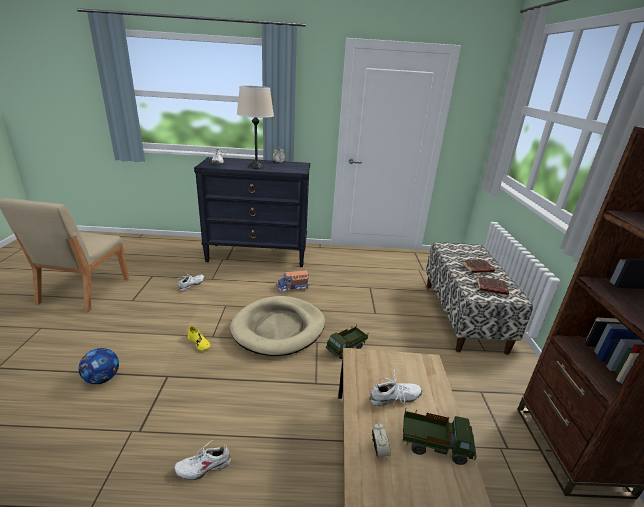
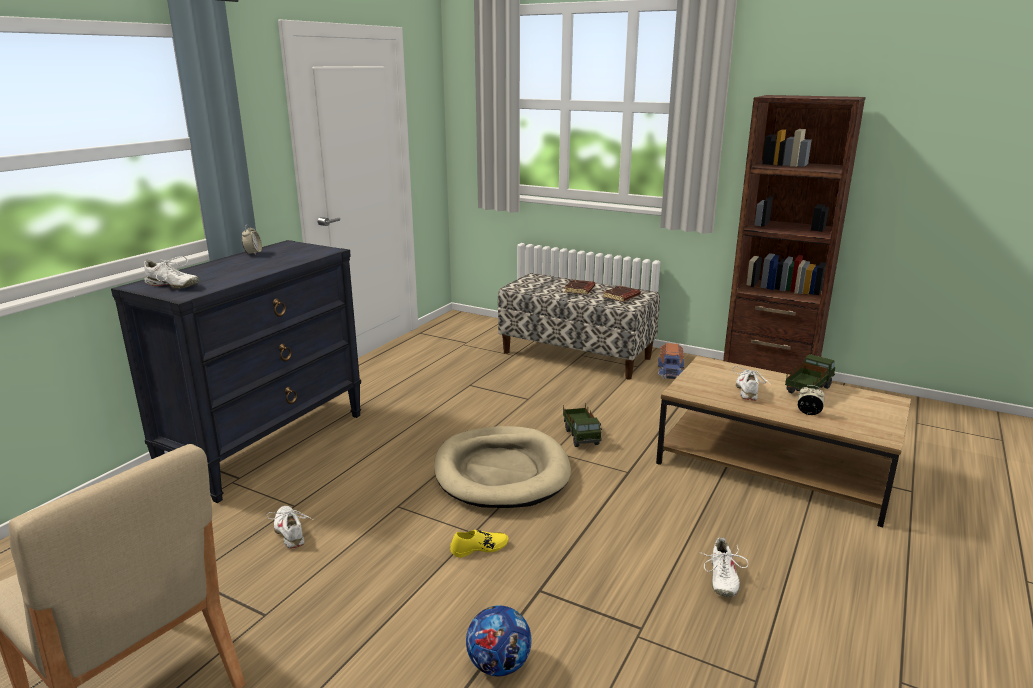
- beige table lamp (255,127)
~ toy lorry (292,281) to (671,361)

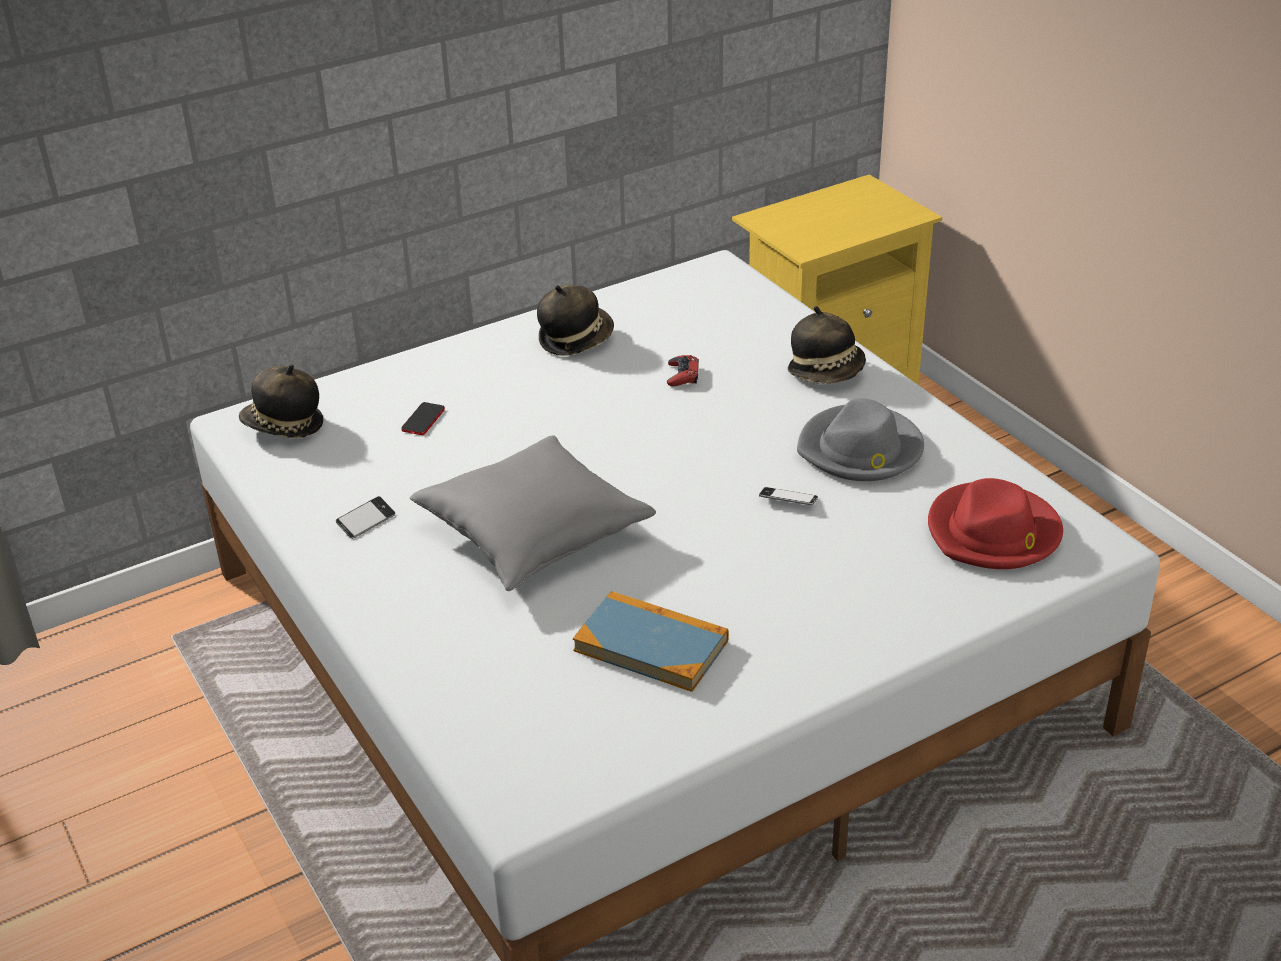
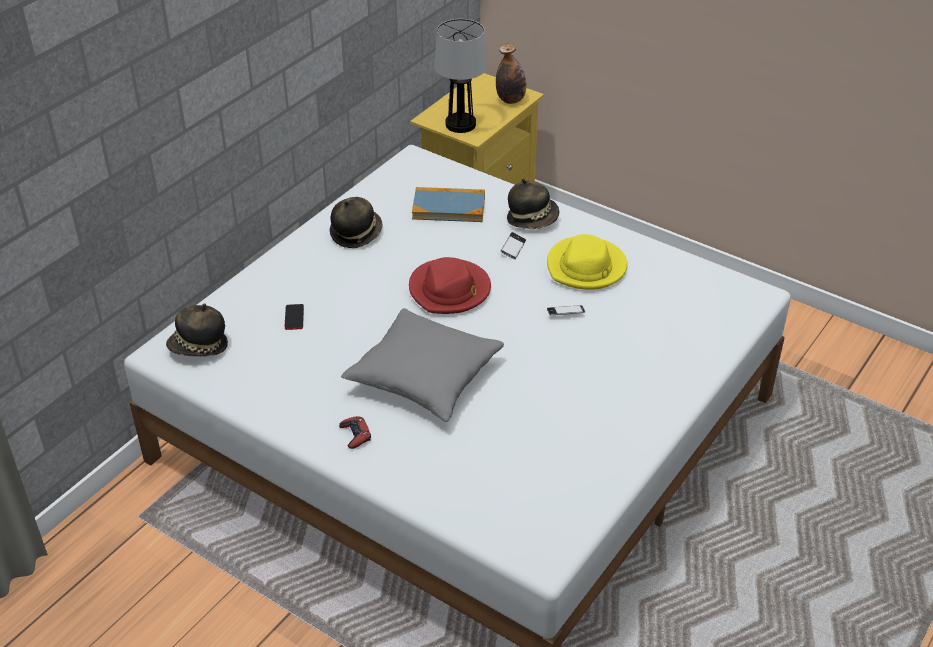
+ table lamp (460,76)
+ bottle (511,73)
~ telephone (365,517) to (513,245)
~ volume (651,641) to (448,204)
~ red game controller (683,370) to (355,432)
~ red clothing hat (995,523) to (450,285)
~ grey clothing hat (860,439) to yellowish clothing hat (587,262)

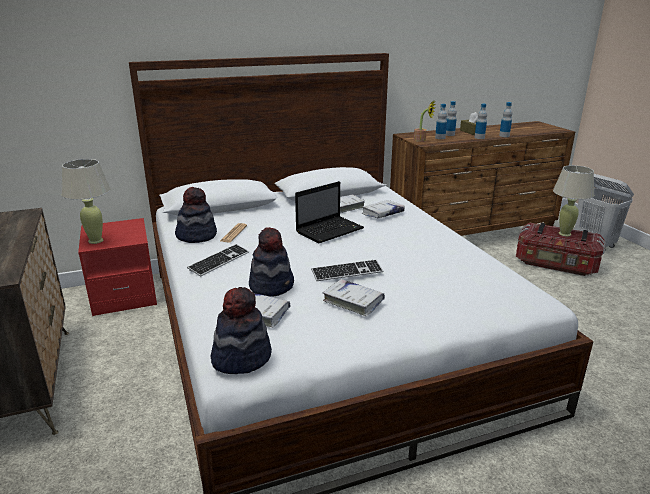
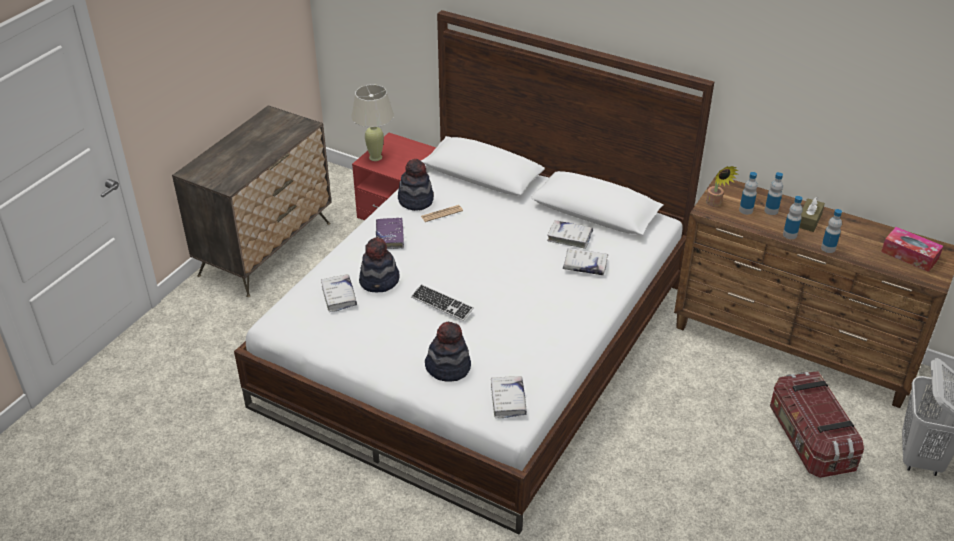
- notebook computer (329,212)
- beige table lamp (573,201)
+ box of tissues (912,249)
~ clothing hat (241,330) to (448,352)
~ whitish volume (353,297) to (509,397)
~ PC keyboard (218,260) to purple volume (390,233)

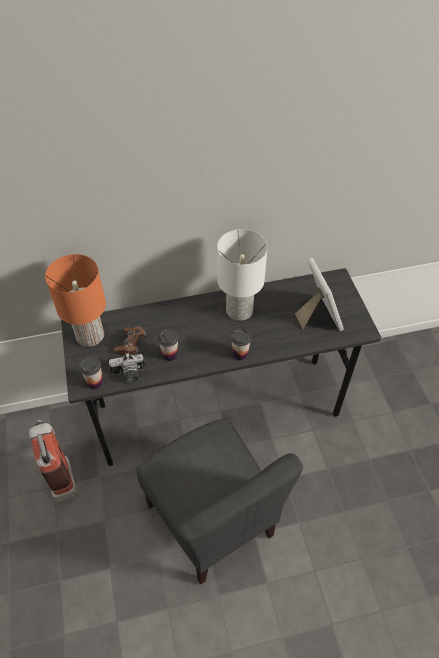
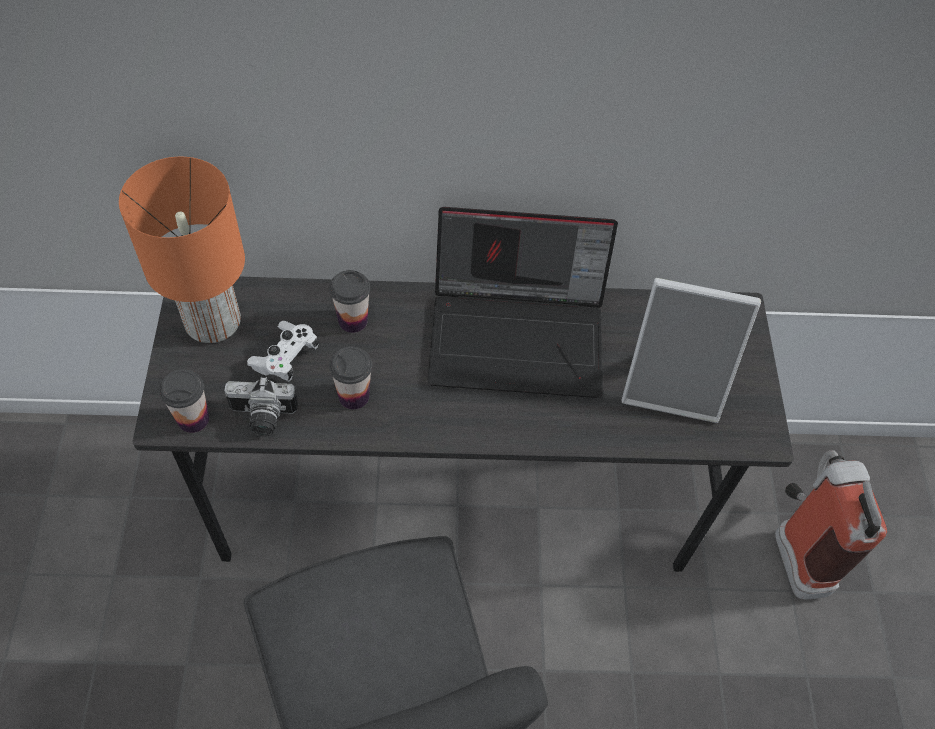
~ extinguisher (53,460) to (831,524)
~ drinking cup (241,344) to (349,301)
~ whitish table lamp (242,275) to notebook computer (523,302)
~ brown game controller (130,340) to whitish game controller (283,351)
~ photo frame (319,294) = (691,350) 105 degrees clockwise

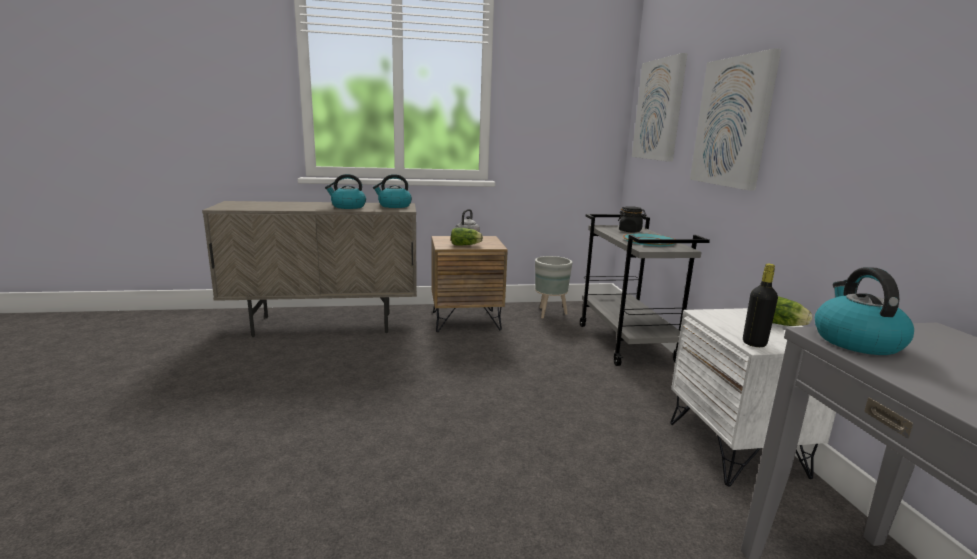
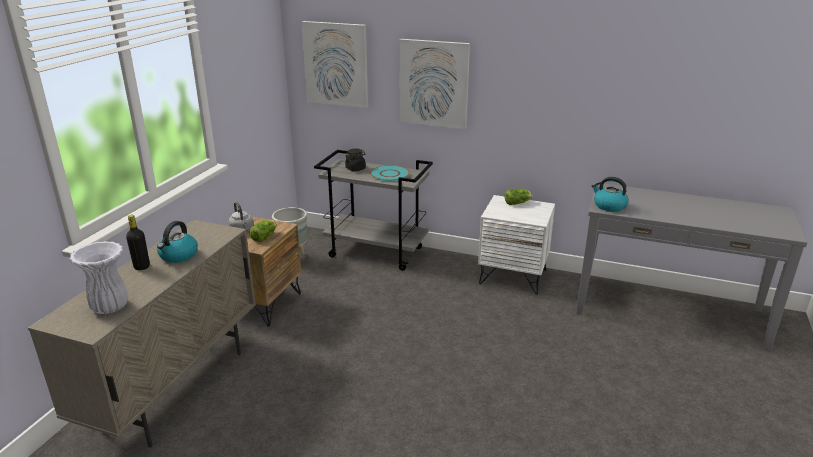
- tea kettle (392,191)
+ whitish flower vase (98,277)
~ black bottle (760,305) to (138,242)

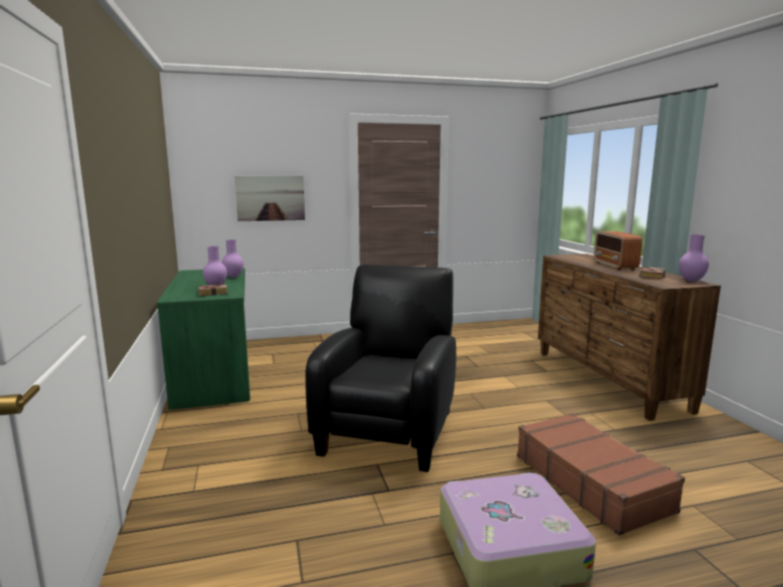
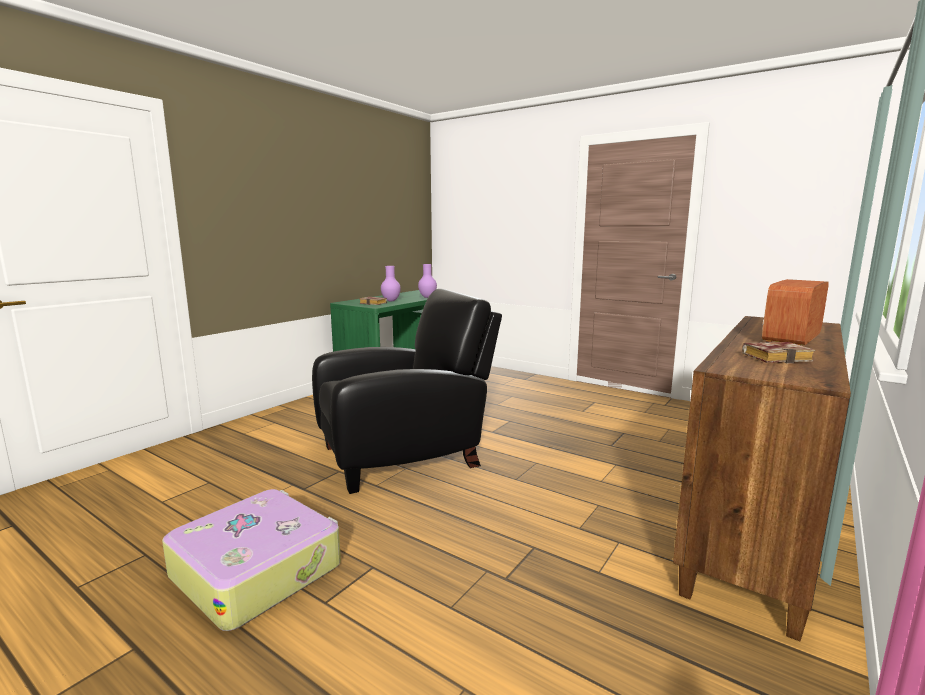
- wall picture (270,198)
- brown travel case (601,474)
- purple flower vase (694,258)

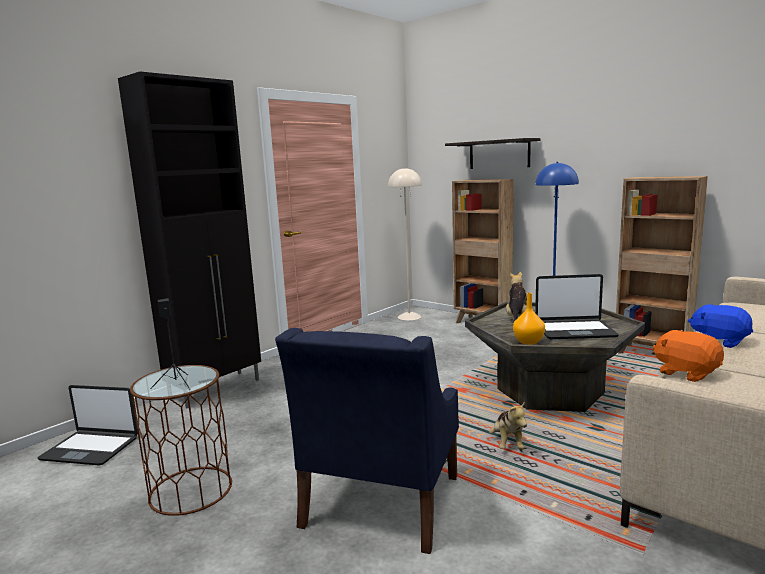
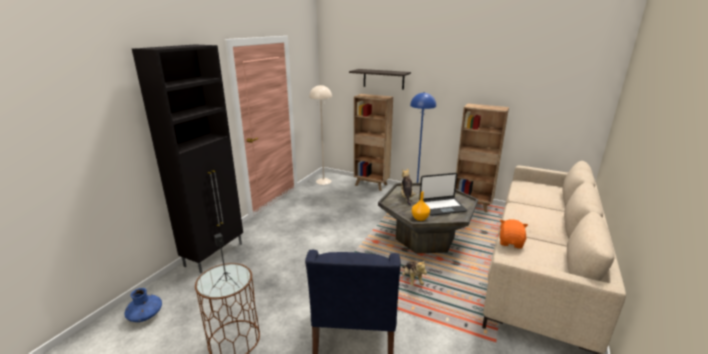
- blue soft toy (720,326)
~ notebook computer (88,425) to blue flower vase (143,305)
~ orange-coloured soft toy (688,356) = (514,234) 75 degrees clockwise

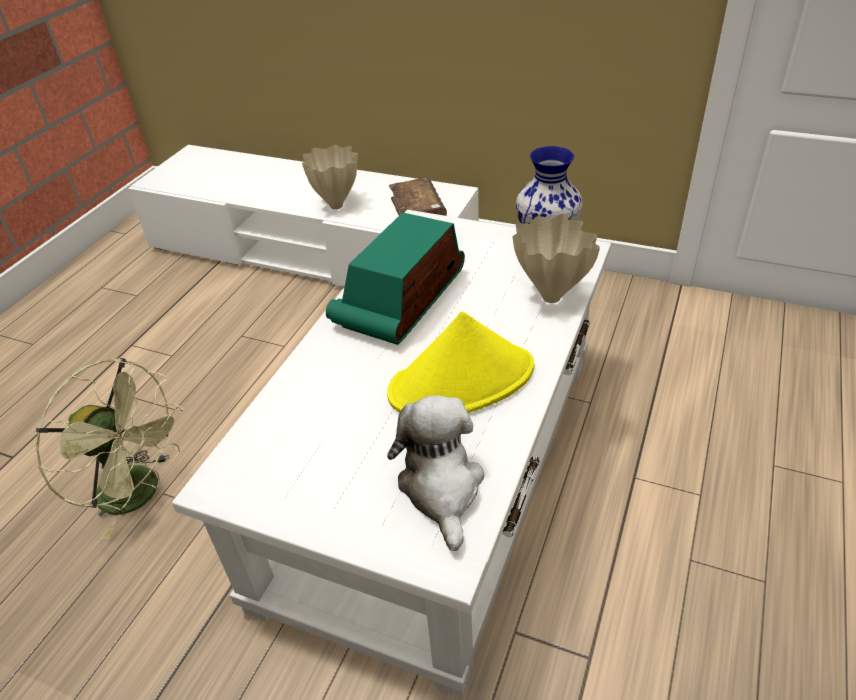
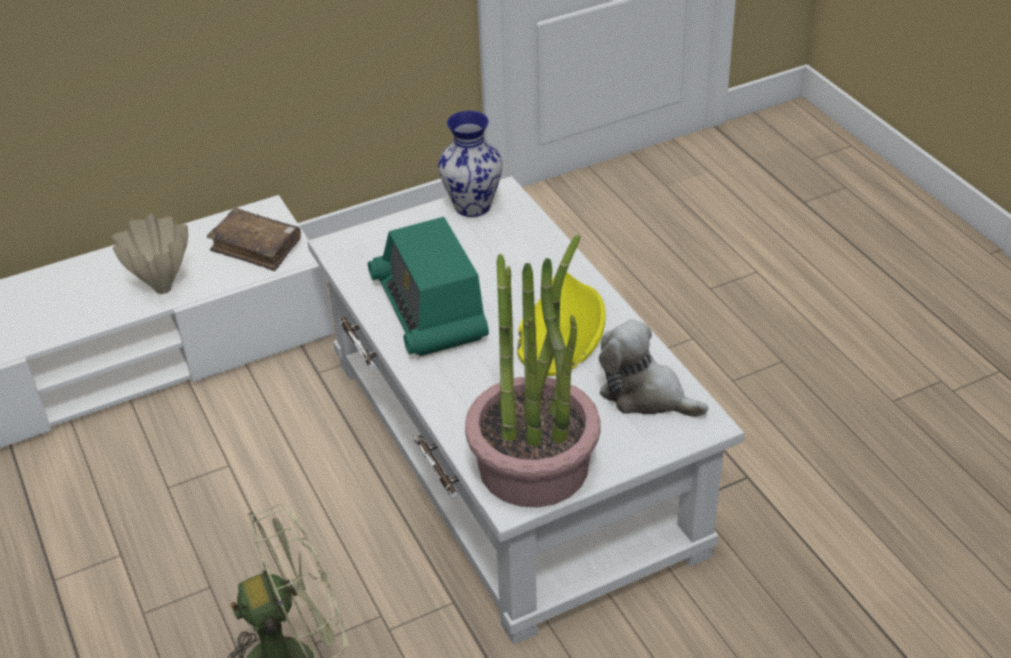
- beige flower vase (556,258)
+ houseplant (533,371)

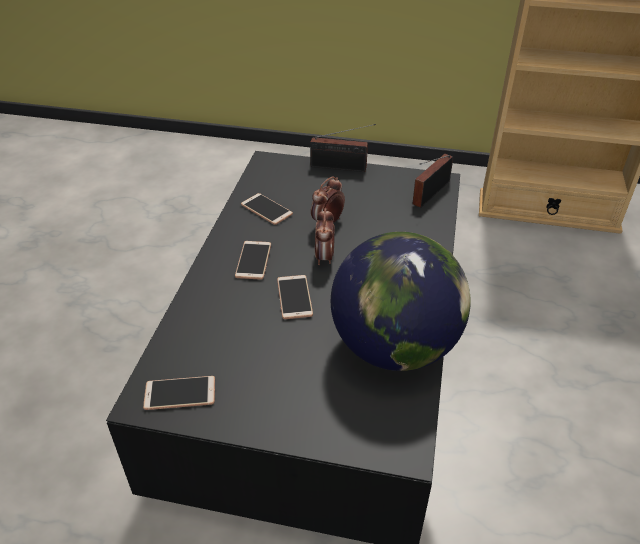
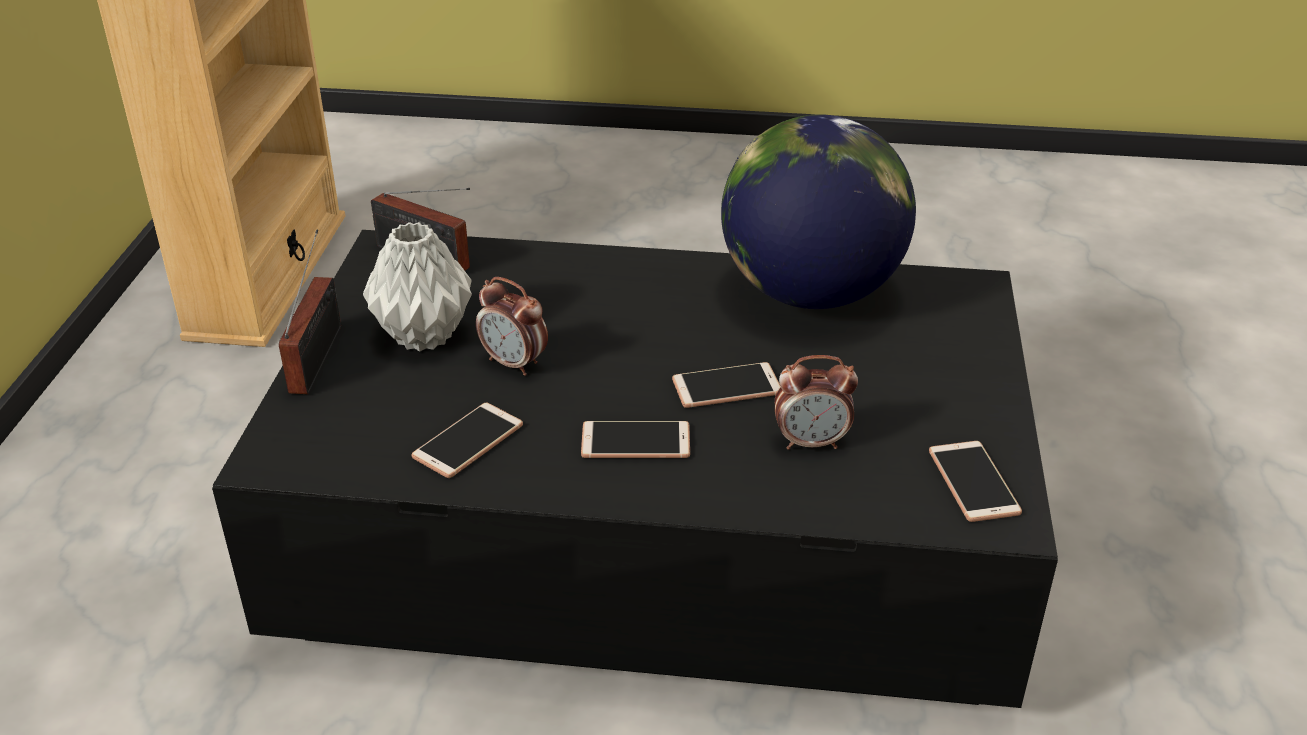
+ grey flower vase (417,286)
~ bedside clock (325,236) to (816,402)

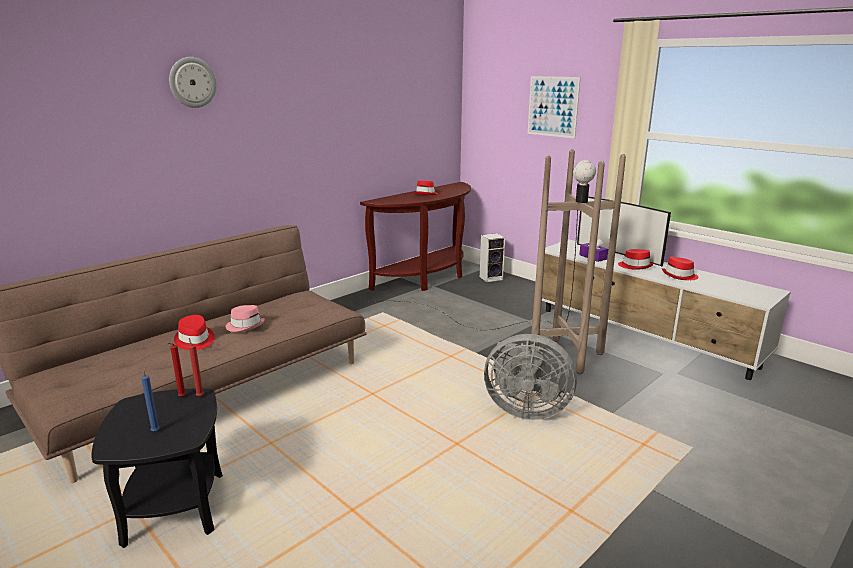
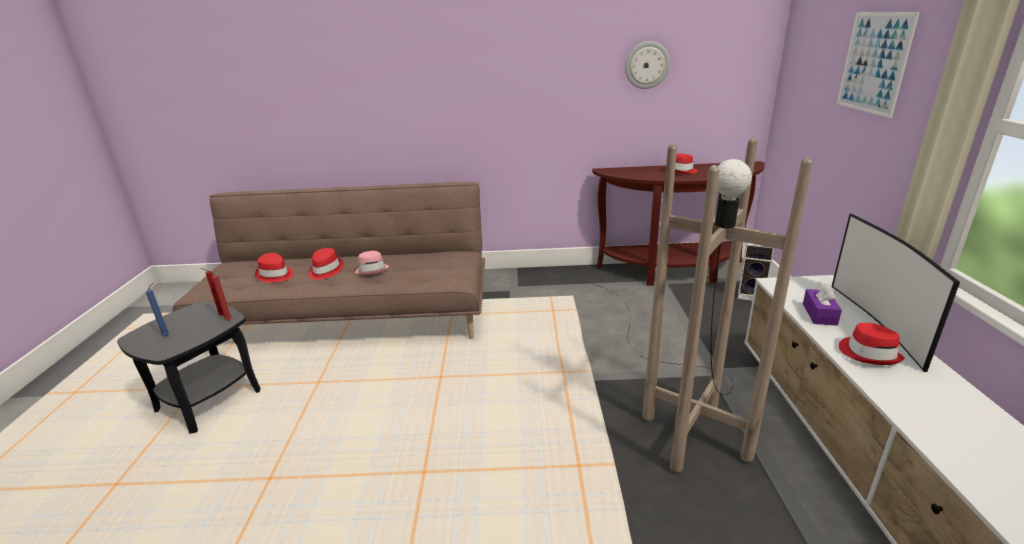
- grey fan (530,377)
~ hanging clock (193,82) to (647,65)
~ red clothing hat (680,268) to (274,268)

